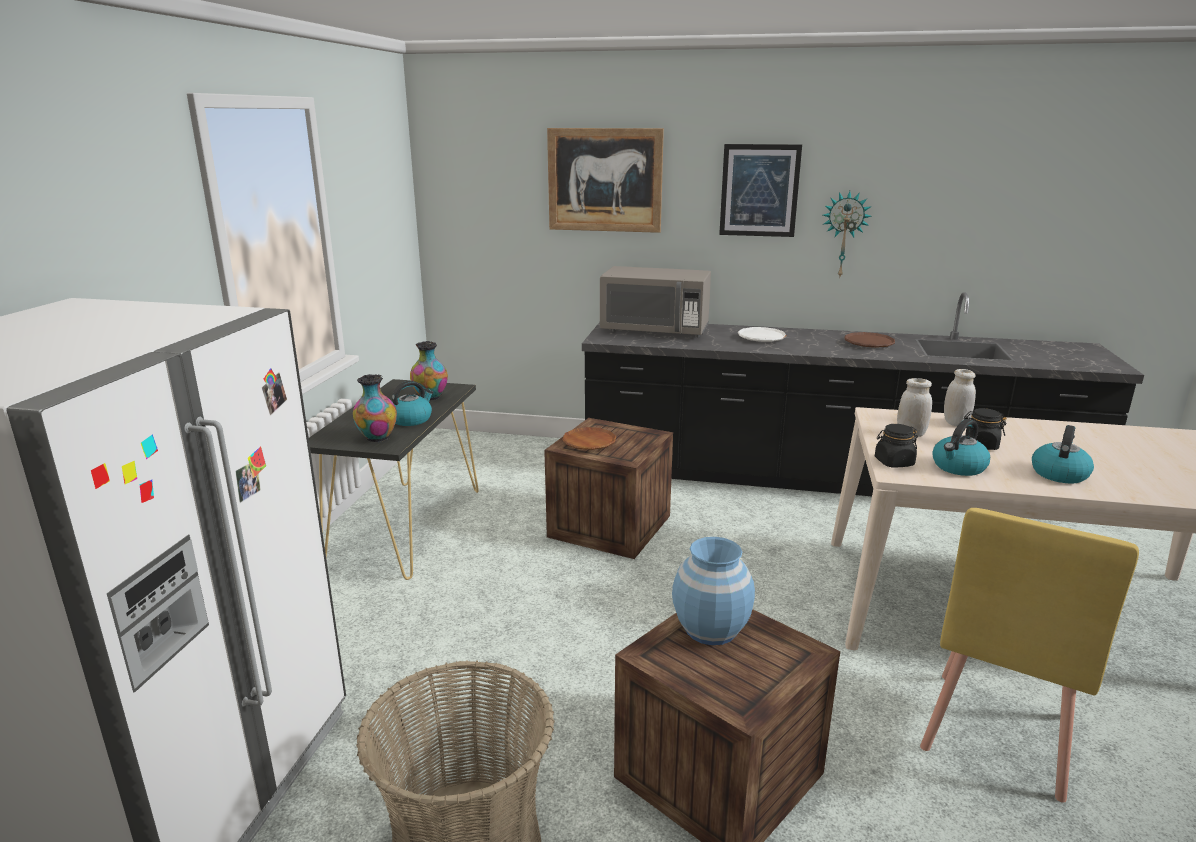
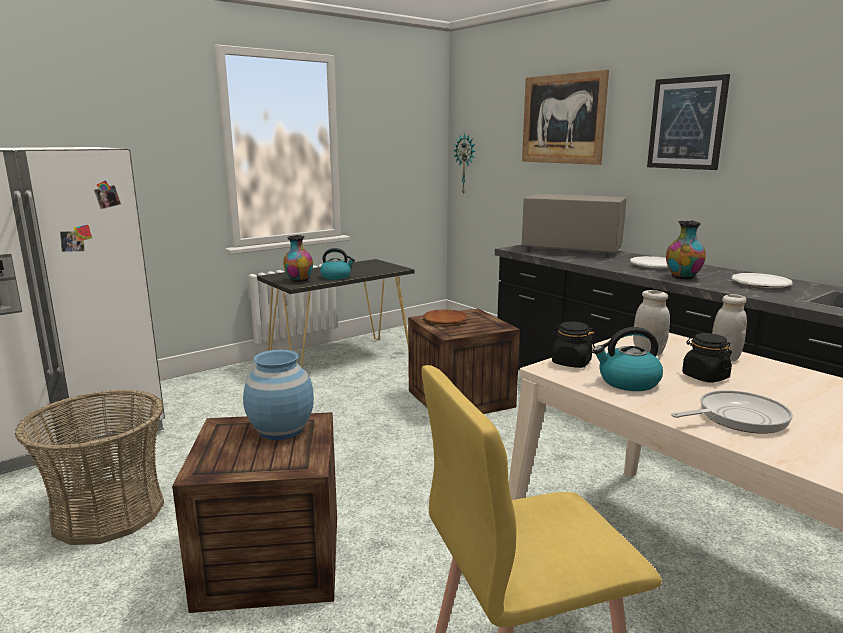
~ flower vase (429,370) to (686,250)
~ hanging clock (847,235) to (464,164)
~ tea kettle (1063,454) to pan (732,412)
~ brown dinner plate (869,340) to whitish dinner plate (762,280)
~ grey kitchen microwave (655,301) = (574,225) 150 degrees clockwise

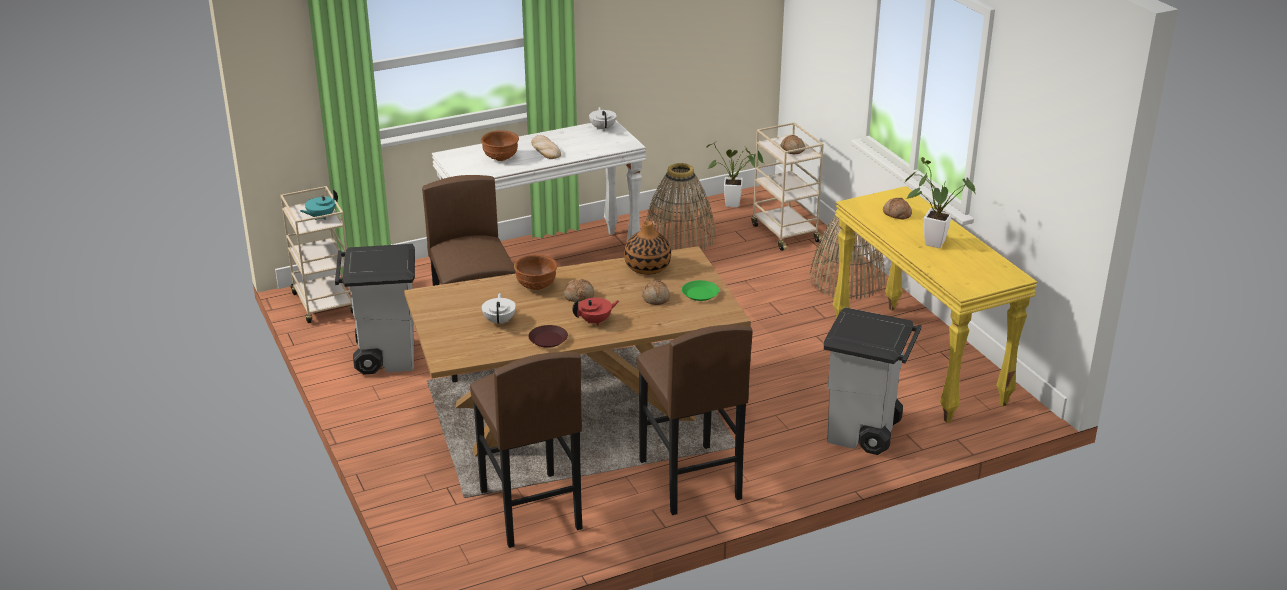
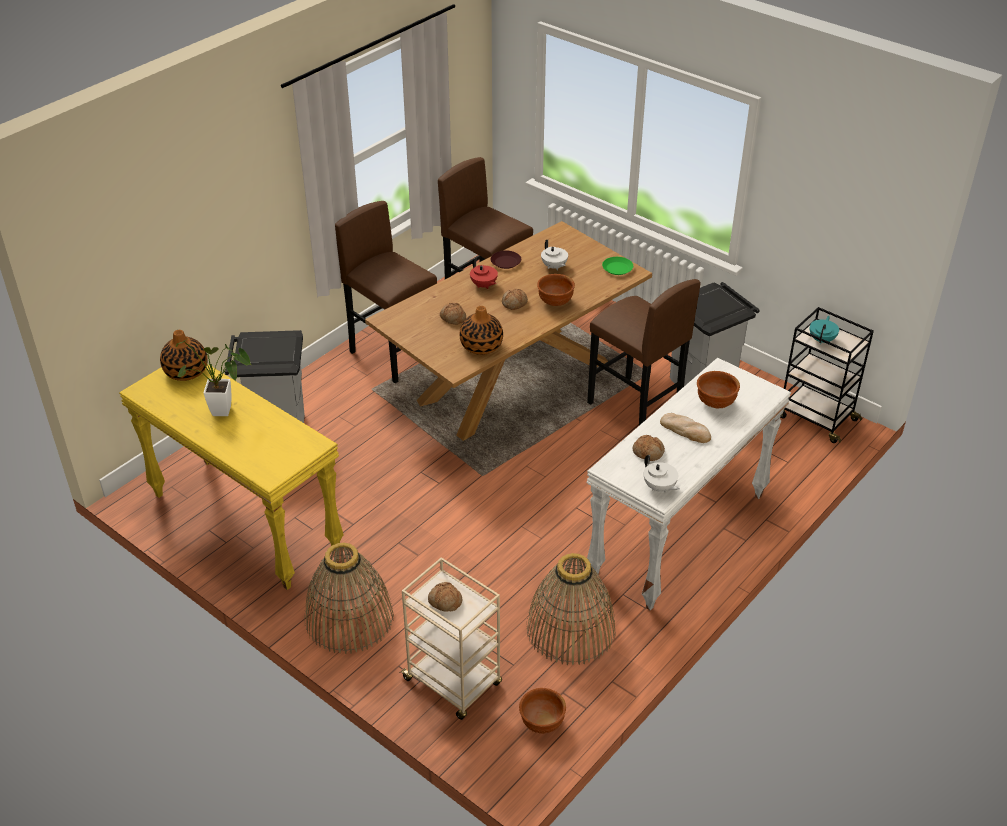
+ flower vase (184,355)
~ green-coloured dinner plate (700,290) to (617,266)
~ bakery bread (897,208) to (648,448)
~ houseplant (735,174) to brown bowl (542,711)
~ beige wheeled cart (316,254) to black wheeled cart (827,375)
~ red teapot (595,312) = (484,273) 75 degrees counterclockwise

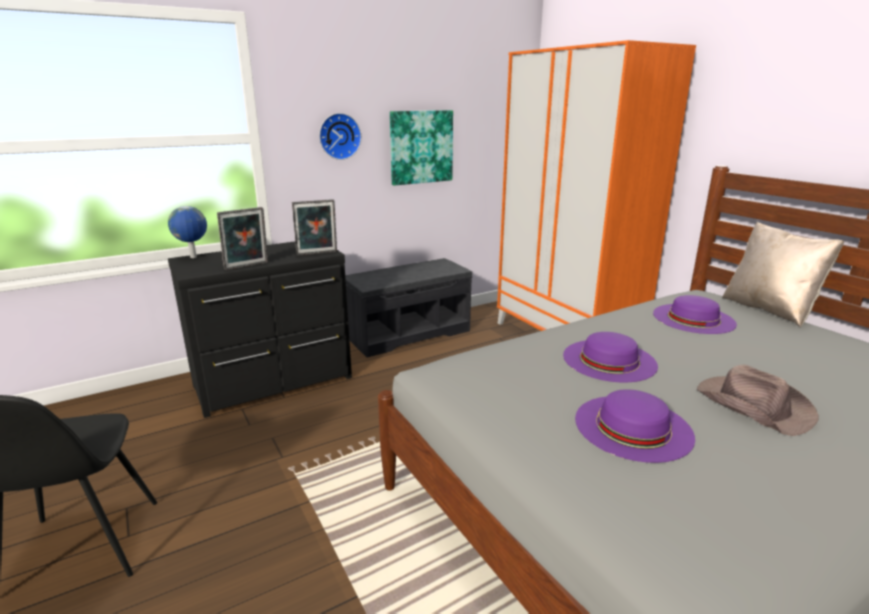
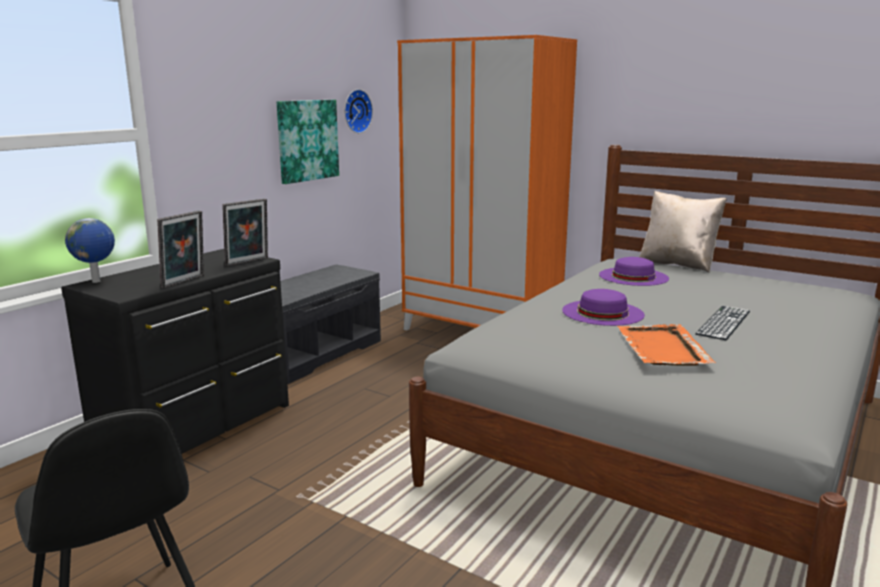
~ hanging clock (340,136) to (359,111)
~ purple clothing hat (635,426) to orange-coloured serving tray (666,345)
~ brown clothing hat (758,400) to PC keyboard (722,323)

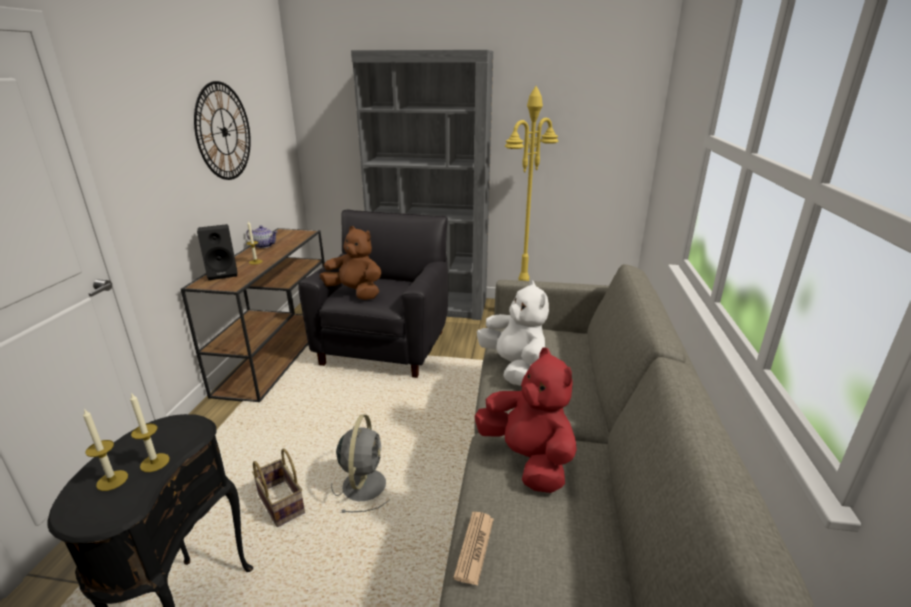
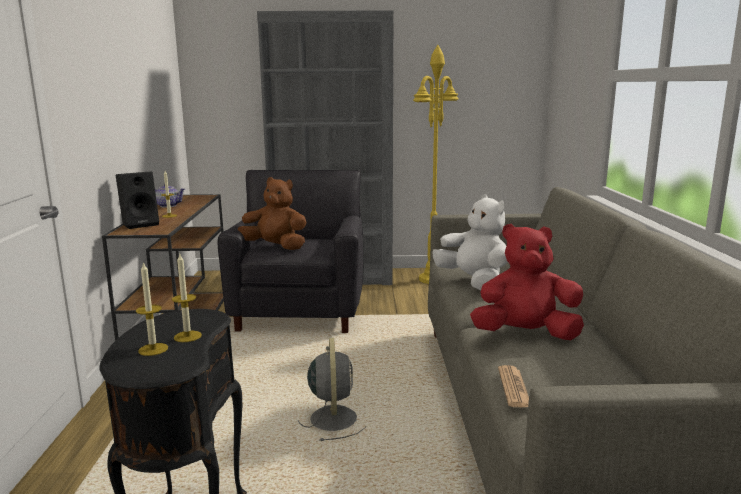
- hanging clock (222,130)
- household basket (278,488)
~ red soft toy (526,420) = (527,282) 45 degrees counterclockwise

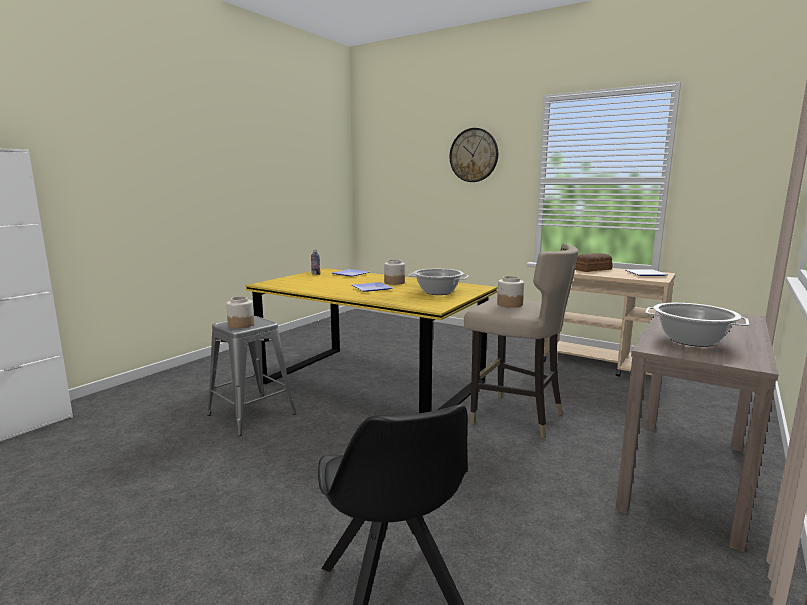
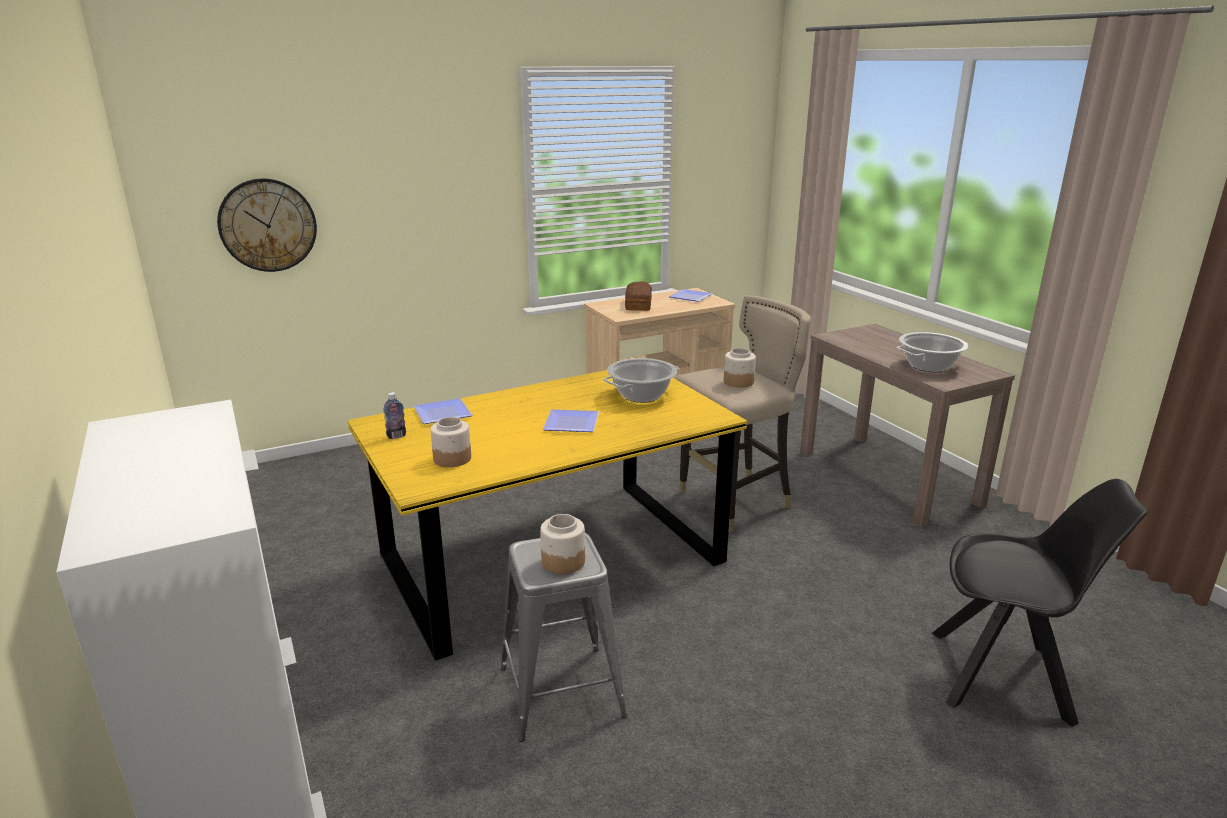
~ storage jar (394,272) to (450,442)
~ hanging clock (474,155) to (267,225)

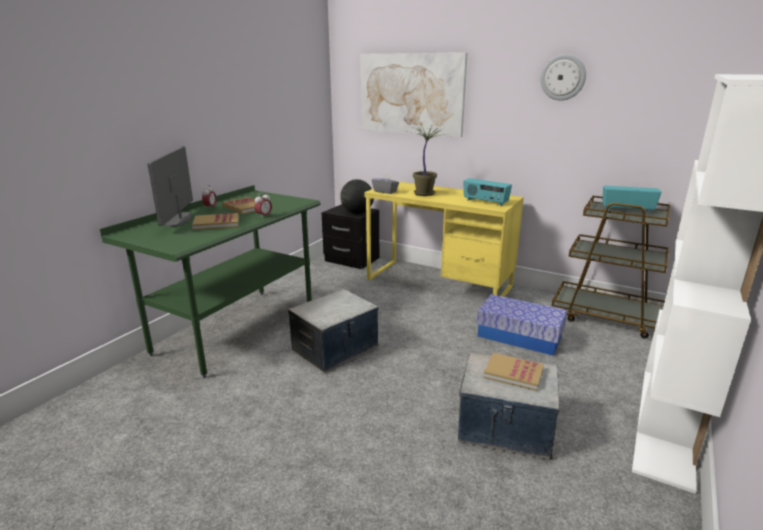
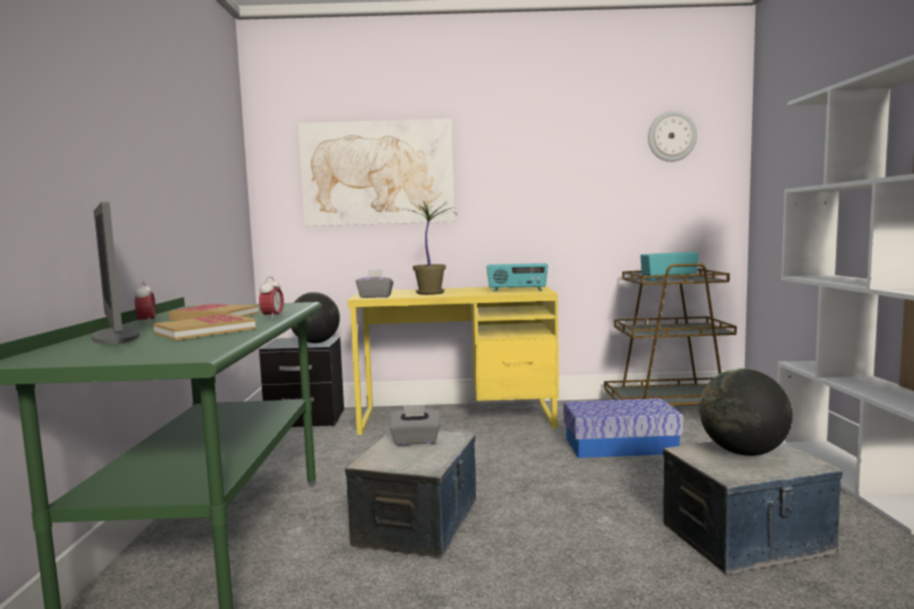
+ grey box of tissues (415,425)
~ hanging clock (563,77) to (672,136)
~ volume (513,372) to globe (746,412)

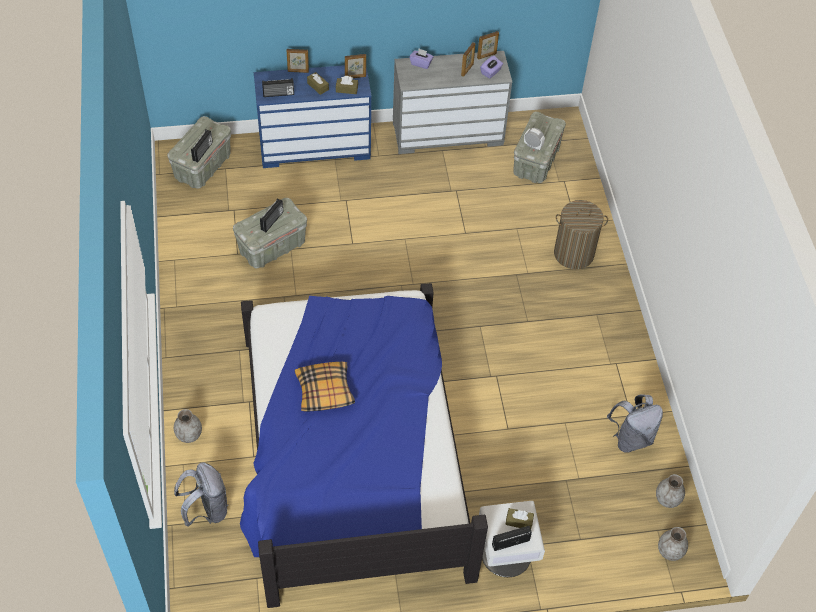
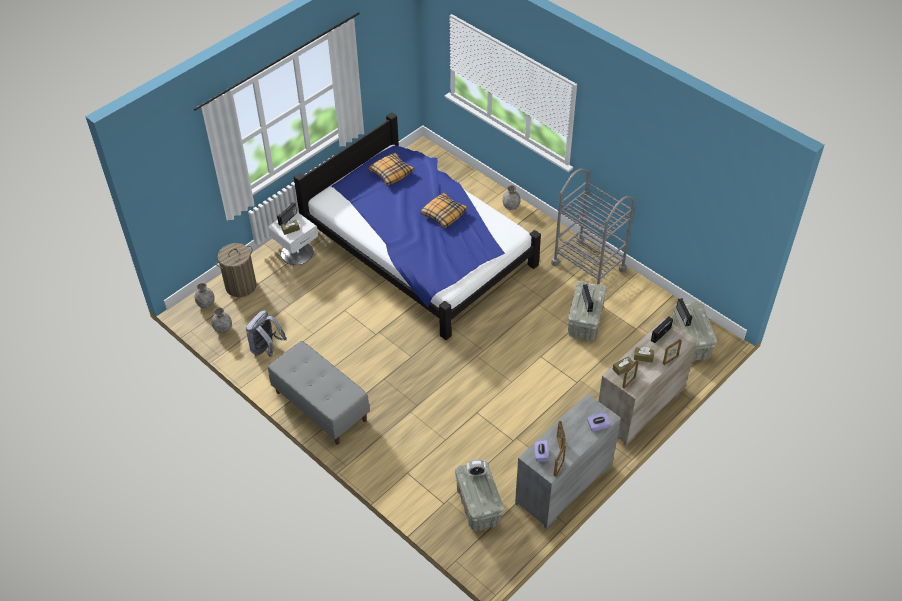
- grey backpack (201,494)
+ grey long seat (319,393)
+ pillow (391,169)
+ grey wheeled cart (593,226)
~ laundry basket (581,234) to (236,270)
~ blue chest of drawers (313,116) to beige chest of drawers (647,382)

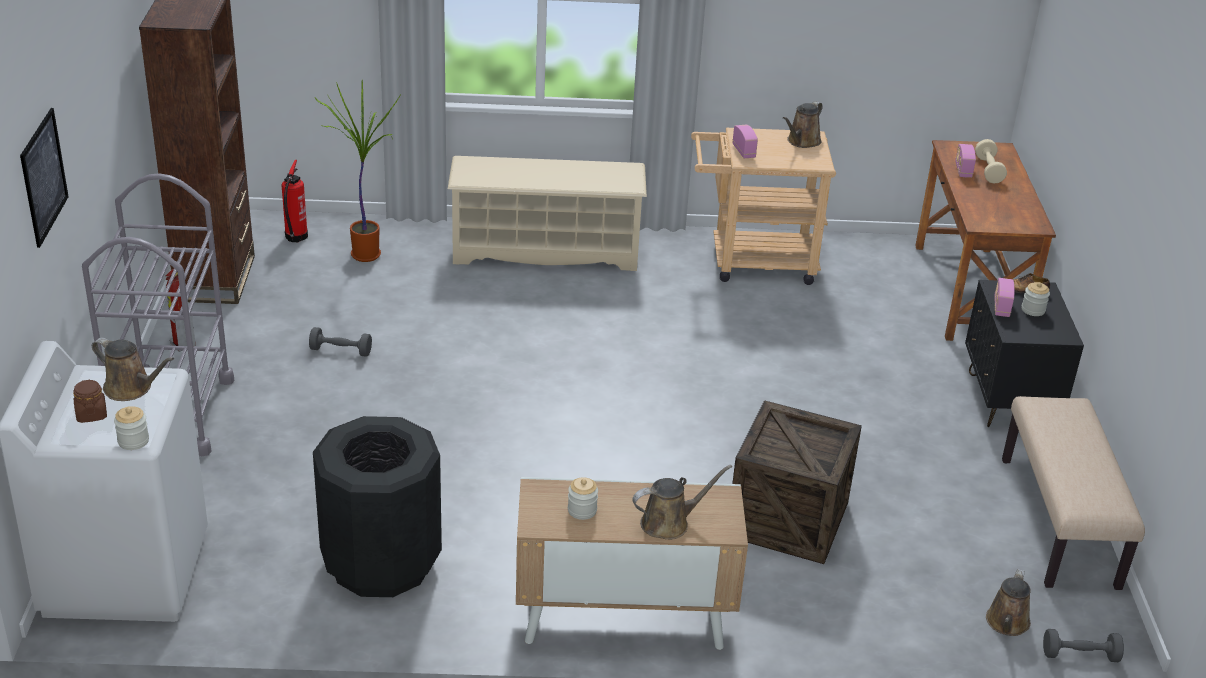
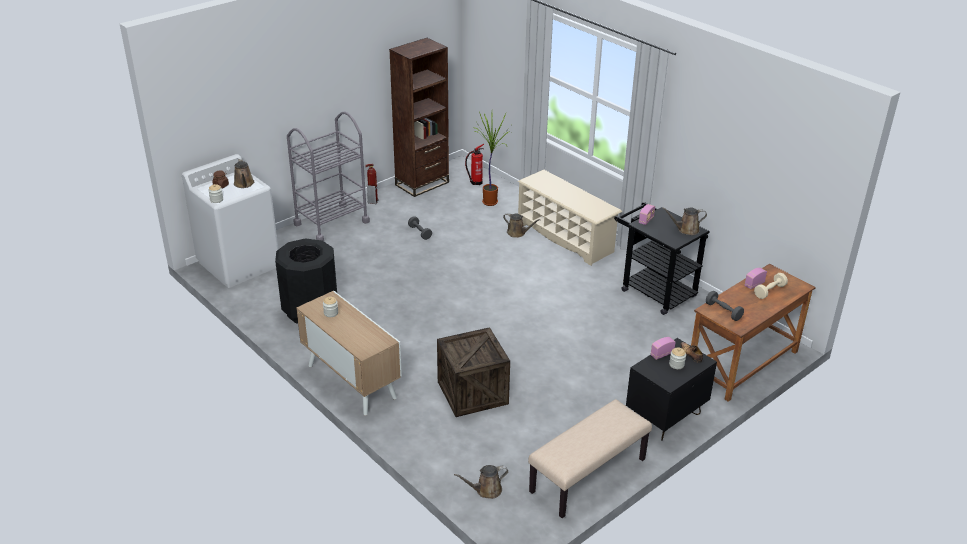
- wall picture (44,178)
~ brown watering pot (682,502) to (522,225)
~ grey free weight (1083,645) to (725,306)
~ beige wheeled cart (763,206) to black wheeled cart (662,258)

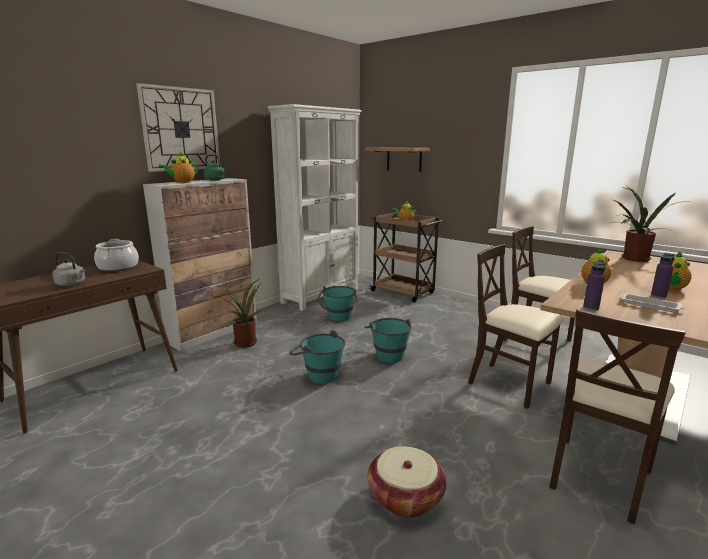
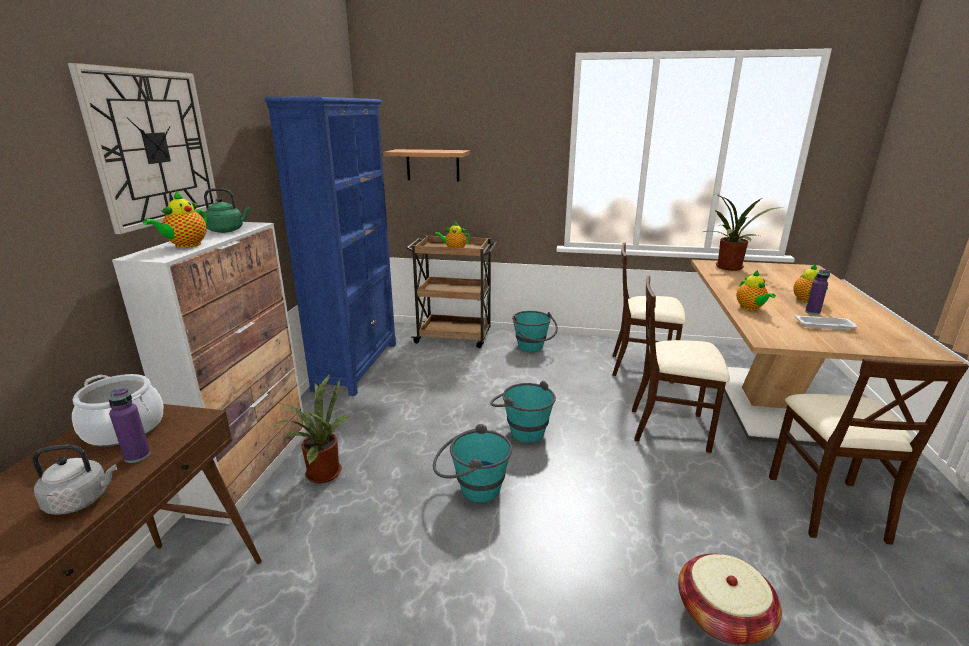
~ blue-green bucket (337,303) to (535,331)
~ purple bottle (594,286) to (130,425)
~ whitish bookcase (315,207) to blue bookcase (330,246)

